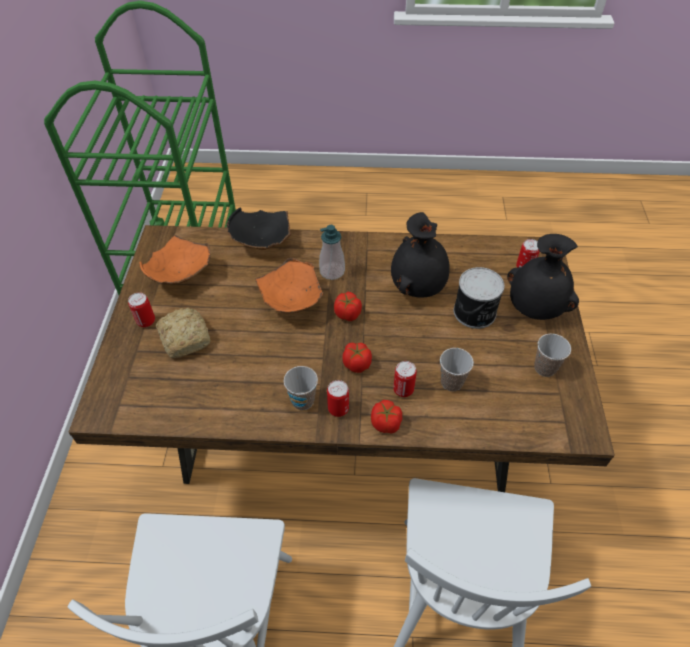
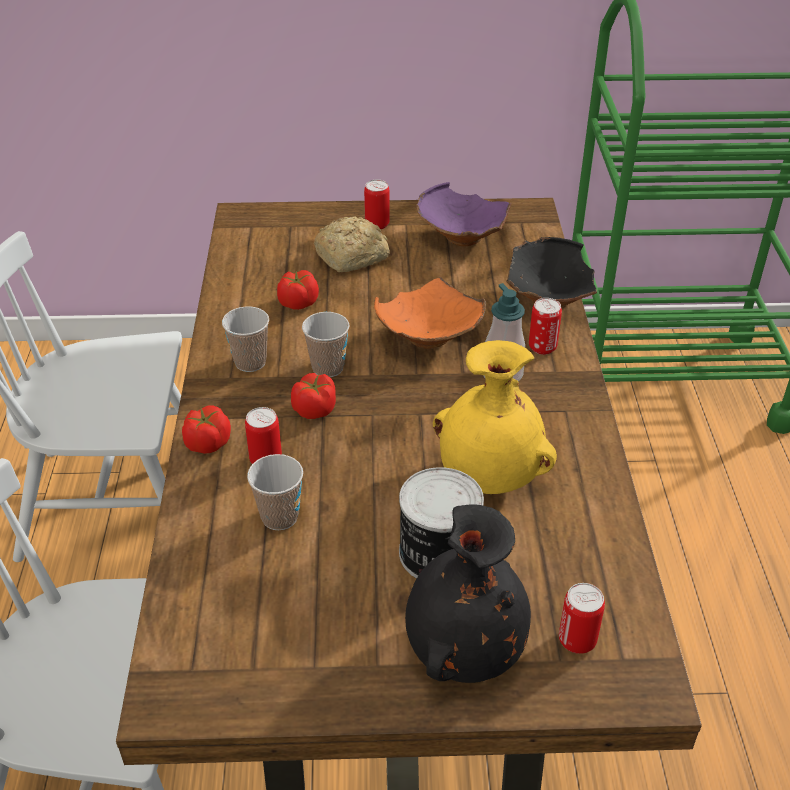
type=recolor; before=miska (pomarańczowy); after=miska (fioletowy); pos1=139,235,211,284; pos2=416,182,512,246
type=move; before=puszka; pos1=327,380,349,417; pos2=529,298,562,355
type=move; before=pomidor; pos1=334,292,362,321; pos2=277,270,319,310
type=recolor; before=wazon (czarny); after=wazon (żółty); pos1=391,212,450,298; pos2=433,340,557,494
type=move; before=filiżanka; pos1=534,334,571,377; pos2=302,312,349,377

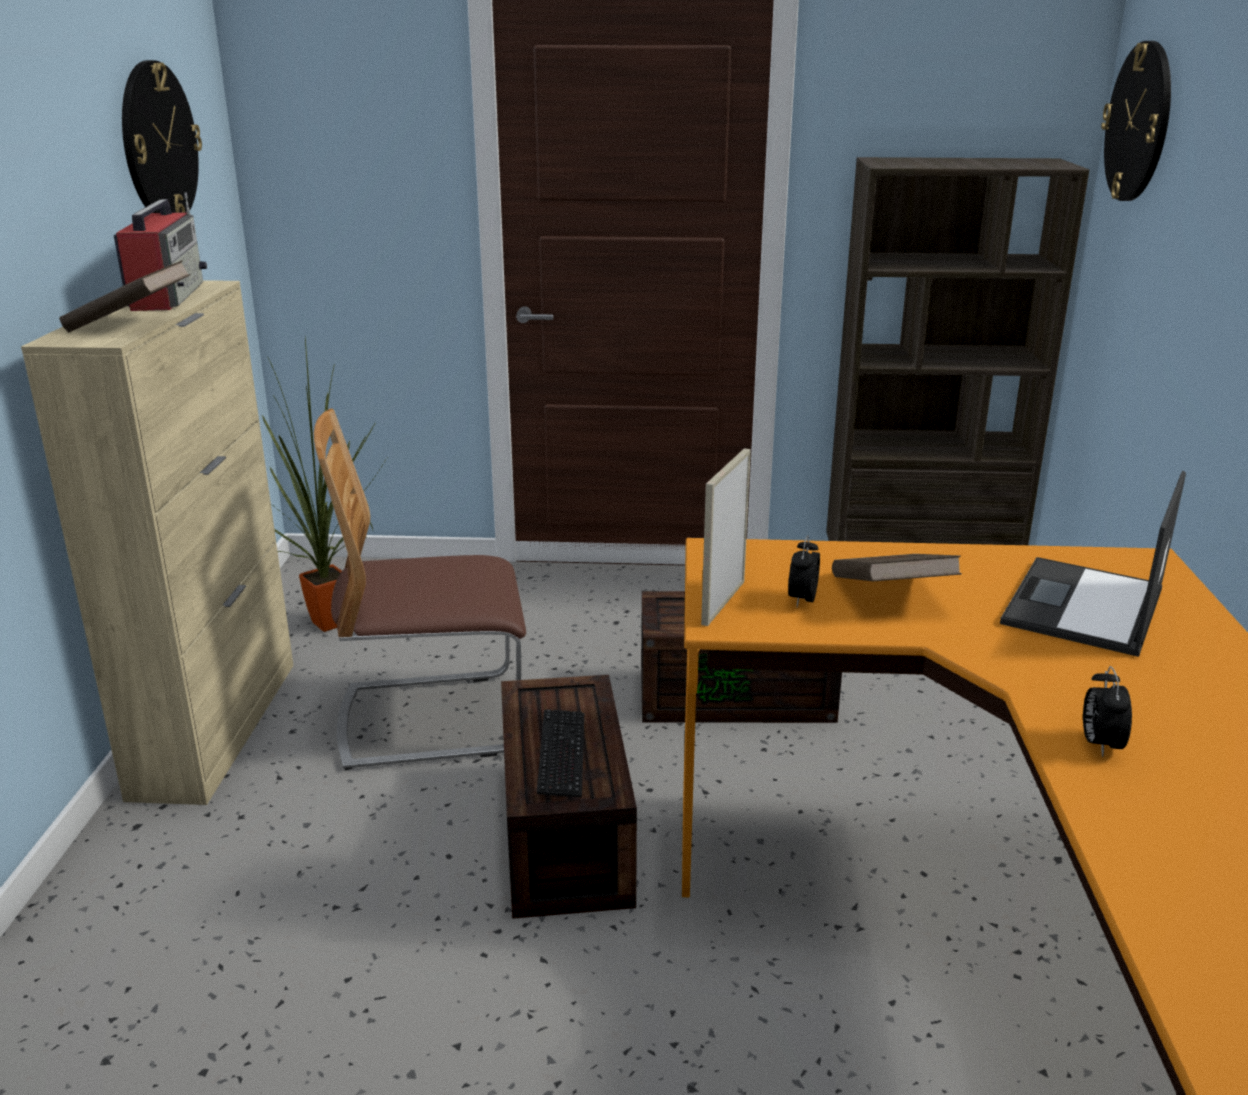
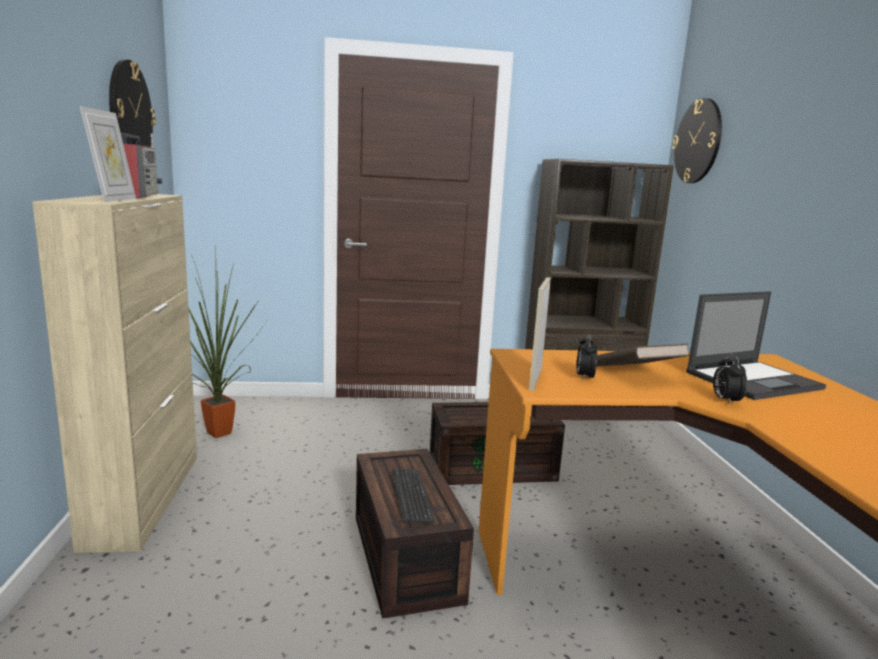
type=replace; before=książka (brązowy); after=ramka na zdjęcie; pos1=59,260,190,332; pos2=80,106,136,202
type=delete; before=krzesło; pos1=314,409,526,770
type=rotate; before=laptop; pos1=1000,471,1186,657; pos2=686,291,826,400; turn=-135
type=move; before=budzik; pos1=1083,666,1132,757; pos2=713,354,747,406

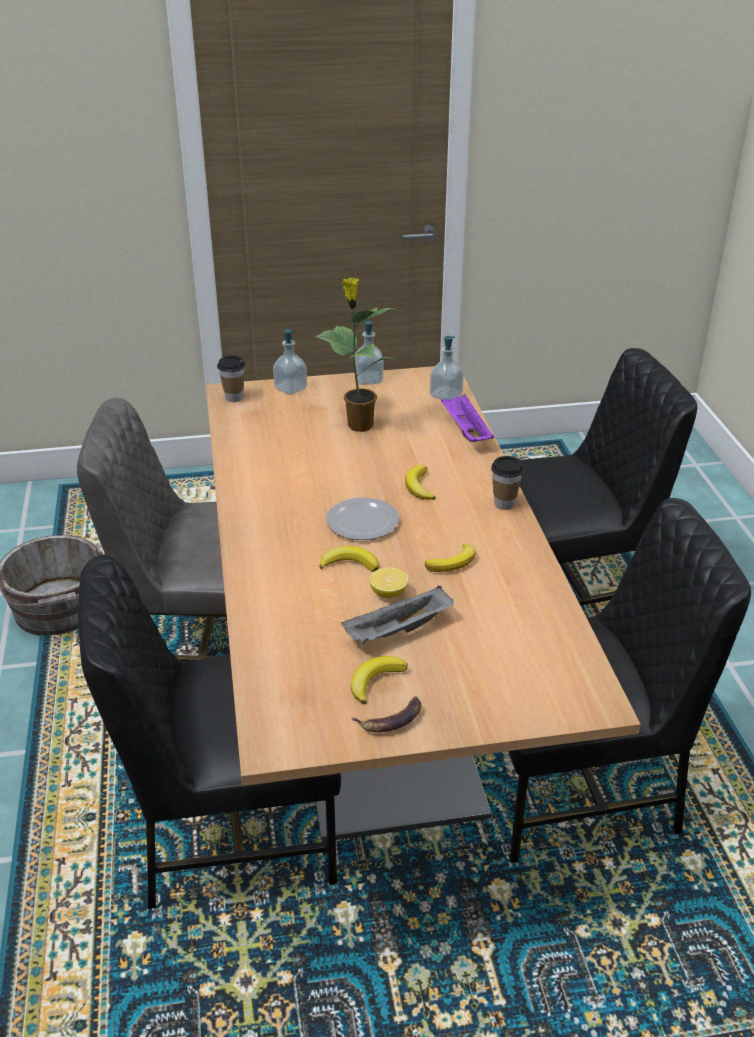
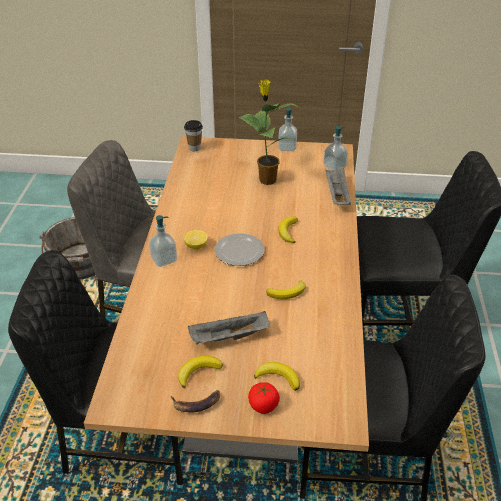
type=move; before=dozownik mydła; pos1=273,329,307,395; pos2=149,215,177,267
type=move; before=banan; pos1=320,546,379,572; pos2=254,362,300,391
type=move; before=cytryna; pos1=370,567,408,598; pos2=184,230,208,249
type=recolor; before=taca (fioletowy); after=taca (szary); pos1=441,394,494,442; pos2=326,169,351,205
type=delete; before=filiżanka; pos1=491,456,524,510
type=insert; after=pomidor; pos2=248,382,280,414

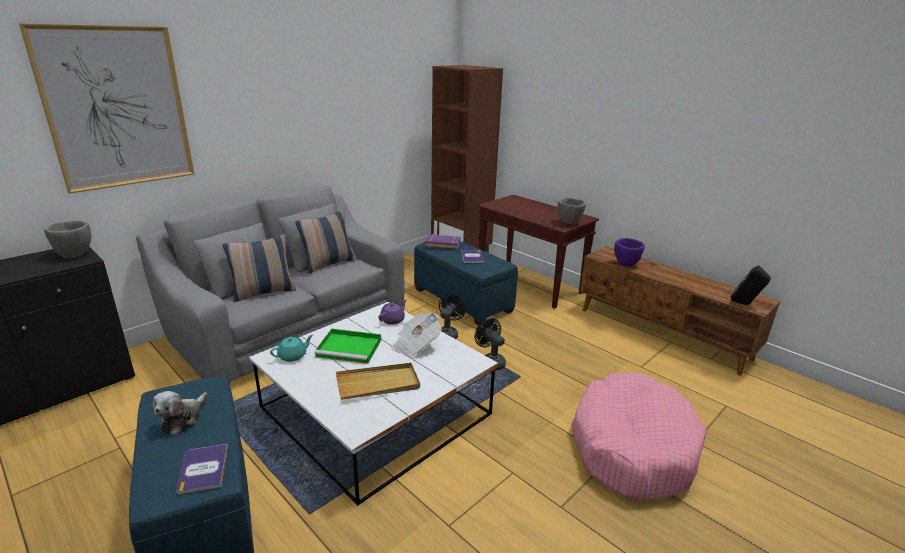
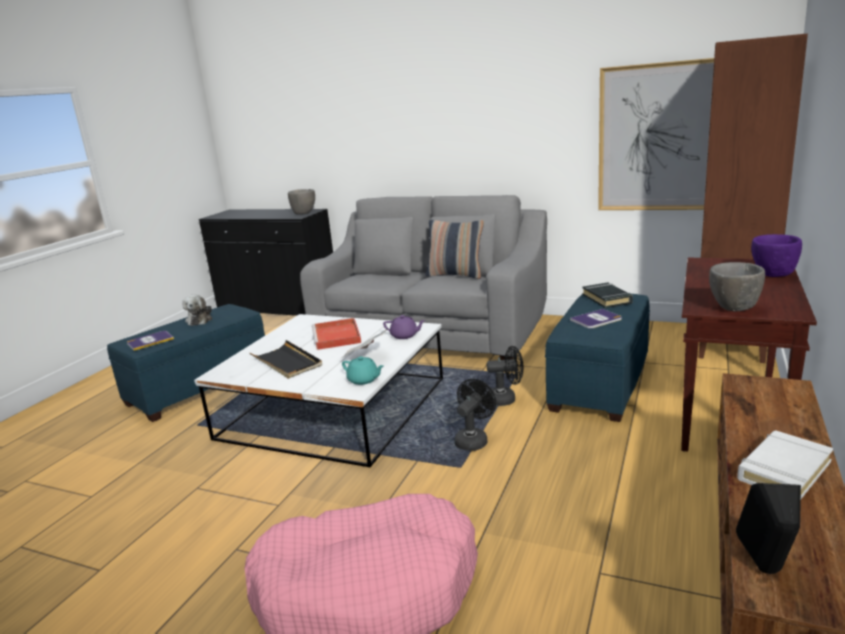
type=move; before=obraz; pos1=19,23,194,194; pos2=598,58,714,210
type=rotate; before=pluszak; pos1=153,391,208,435; pos2=182,295,212,326; turn=-90
type=delete; before=poduszka; pos1=223,235,296,302
type=move; before=imbryk (turkusowy); pos1=270,335,313,362; pos2=342,356,383,385
type=recolor; before=taca (zielony); after=taca (czerwony); pos1=314,329,381,364; pos2=312,318,361,350
type=recolor; before=taca (beżowy); after=taca (czarny); pos1=336,363,420,400; pos2=249,340,322,379
type=recolor; before=książka (fioletowy); after=książka (czarny); pos1=425,235,460,250; pos2=582,282,633,308
type=move; before=miska (fioletowy); pos1=614,238,645,267; pos2=751,234,802,277
type=insert; after=książka (biały); pos2=737,430,833,499

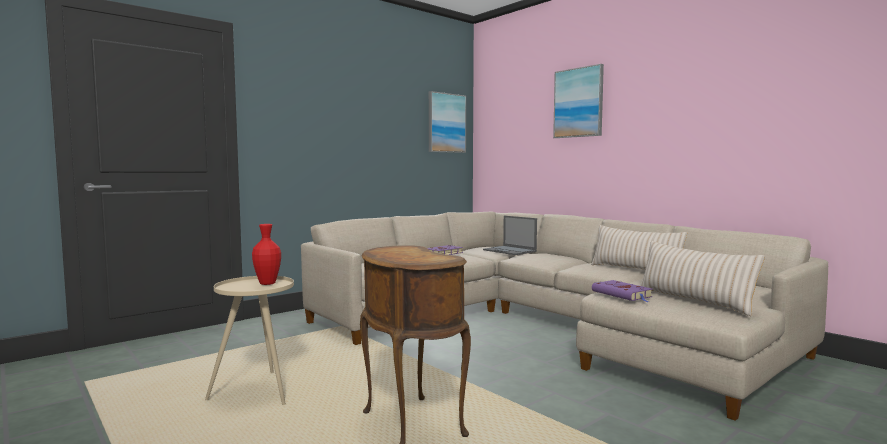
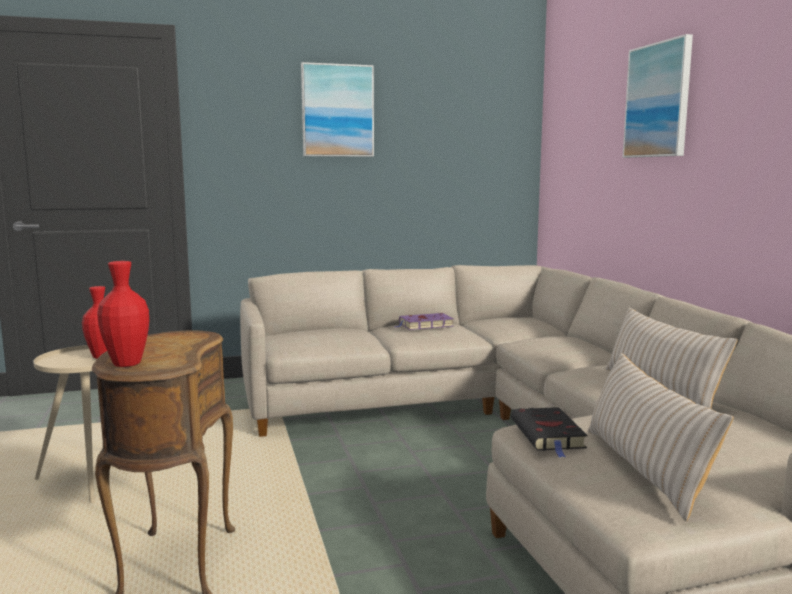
type=move; before=obraz; pos1=429,91,466,153; pos2=301,62,374,157
type=delete; before=laptop; pos1=483,216,537,255
type=recolor; before=książka (fioletowy); after=książka (czarny); pos1=592,280,653,302; pos2=511,407,588,458
type=insert; after=wazon (czerwony); pos2=97,261,149,367

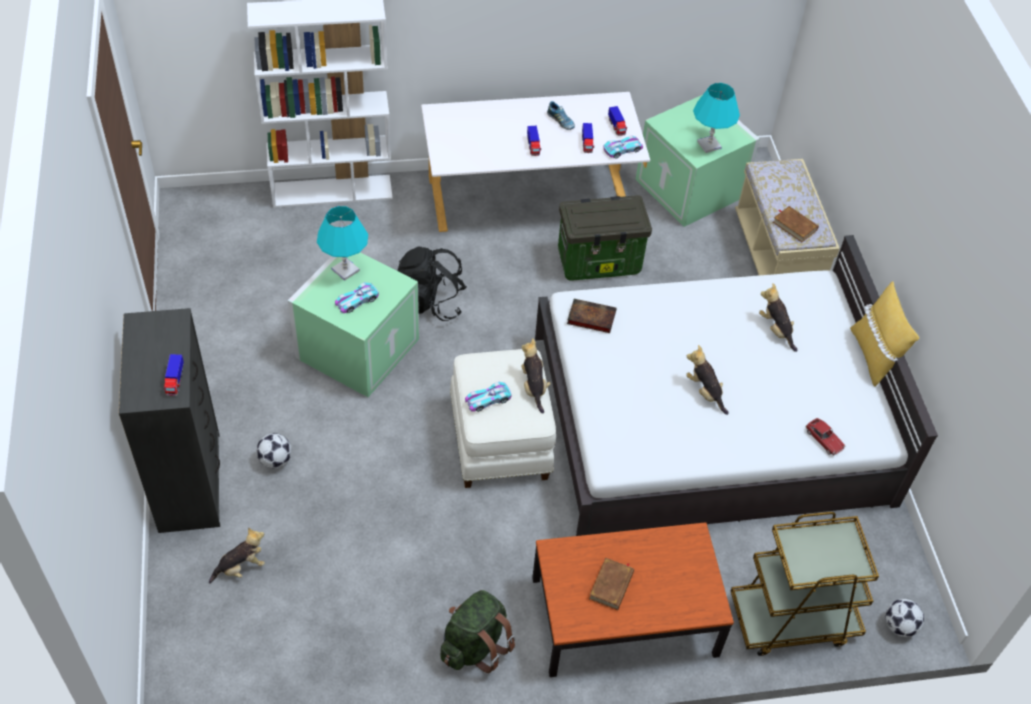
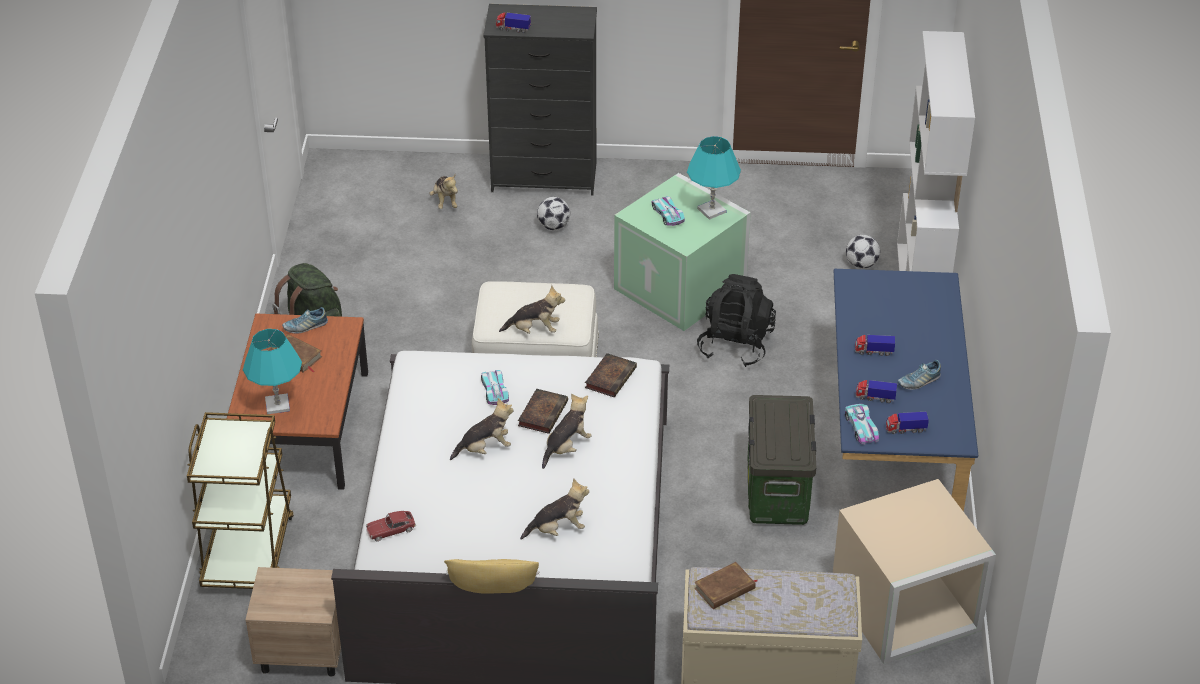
type=recolor; before=biurko (biały); after=biurko (niebieski); pos1=421,92,650,232; pos2=834,269,978,512
type=move; before=samochodzik; pos1=465,382,512,412; pos2=481,370,509,405
type=recolor; before=pojemnik do przechowywania (zielony); after=pojemnik do przechowywania (beżowy); pos1=636,95,760,227; pos2=833,479,996,664
type=move; before=lampa stołowa (turkusowy); pos1=693,83,740,153; pos2=243,329,302,414
type=move; before=piłka futbolowa; pos1=885,599,924,637; pos2=846,235,880,269
type=insert; after=szafka nocna (beżowy); pos2=245,567,341,677
type=insert; after=but; pos2=282,307,328,333
type=insert; after=książka; pos2=518,389,568,434
type=insert; after=pluszak; pos2=542,393,592,469

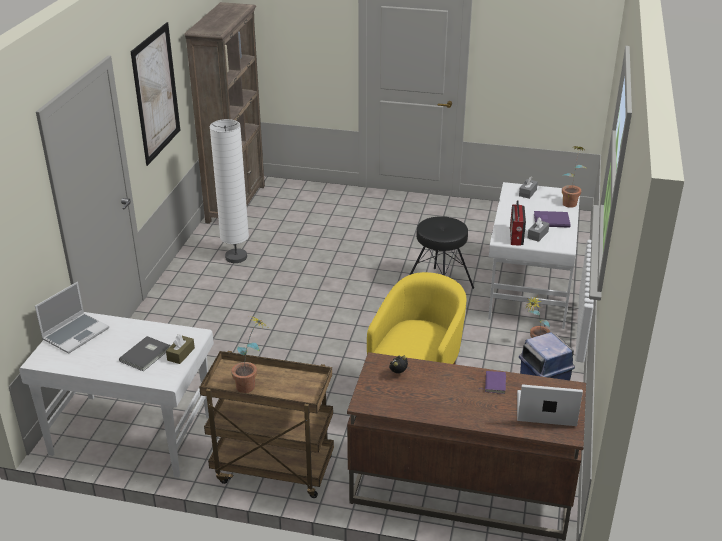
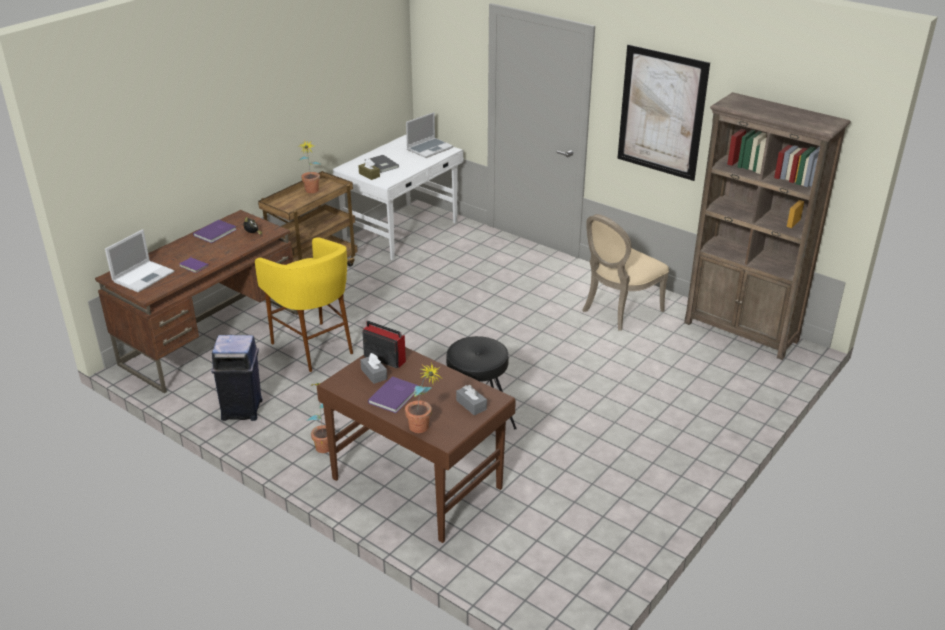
type=rotate; before=laptop; pos1=35,282,109,354; pos2=406,112,453,158; turn=-105
type=replace; before=lampa stojąca (biały); after=krzesło (beżowy); pos1=210,119,249,263; pos2=582,214,669,331
type=recolor; before=biurko (biały); after=biurko (brązowy); pos1=488,182,580,329; pos2=317,347,516,543
type=insert; after=książka (fioletowy); pos2=193,220,237,243

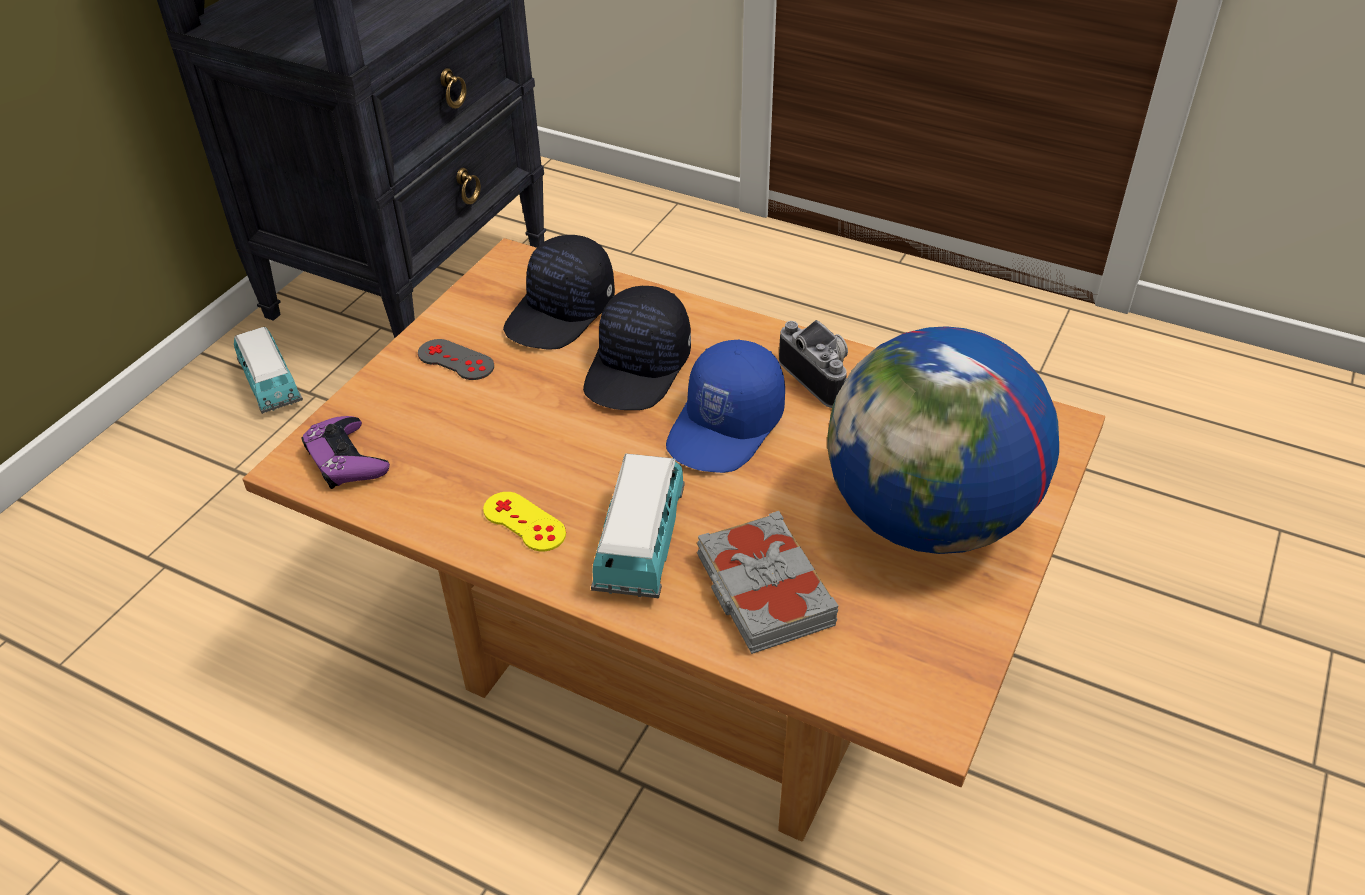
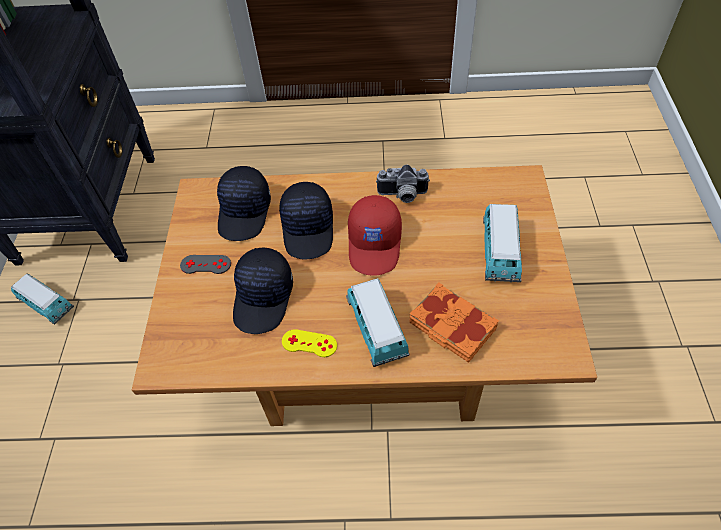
type=delete; before=pad do gier (fioletowy); pos1=302,416,390,489
type=recolor; before=czapka z daszkiem (niebieski); after=czapka z daszkiem (czerwony); pos1=666,339,785,473; pos2=348,195,402,275
type=recolor; before=książka (szary); after=książka (pomarańczowy); pos1=697,511,839,654; pos2=409,282,499,363
type=rotate; before=aparat fotograficzny; pos1=779,320,848,408; pos2=376,165,430,203; turn=150
type=replace; before=globus; after=samochodzik; pos1=827,326,1059,554; pos2=483,204,522,282
type=insert; after=czapka z daszkiem (czarny); pos2=233,247,293,334

